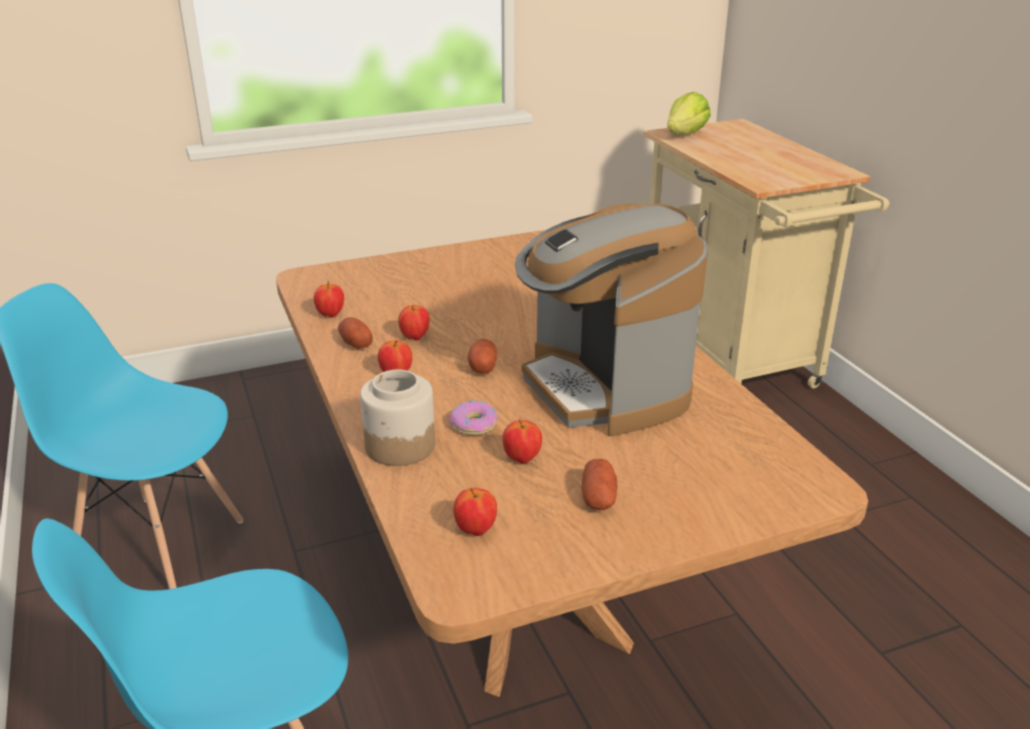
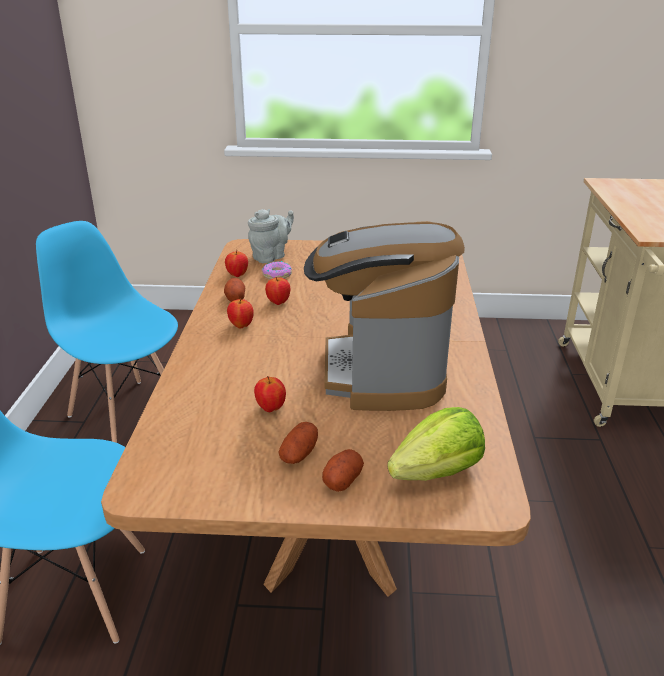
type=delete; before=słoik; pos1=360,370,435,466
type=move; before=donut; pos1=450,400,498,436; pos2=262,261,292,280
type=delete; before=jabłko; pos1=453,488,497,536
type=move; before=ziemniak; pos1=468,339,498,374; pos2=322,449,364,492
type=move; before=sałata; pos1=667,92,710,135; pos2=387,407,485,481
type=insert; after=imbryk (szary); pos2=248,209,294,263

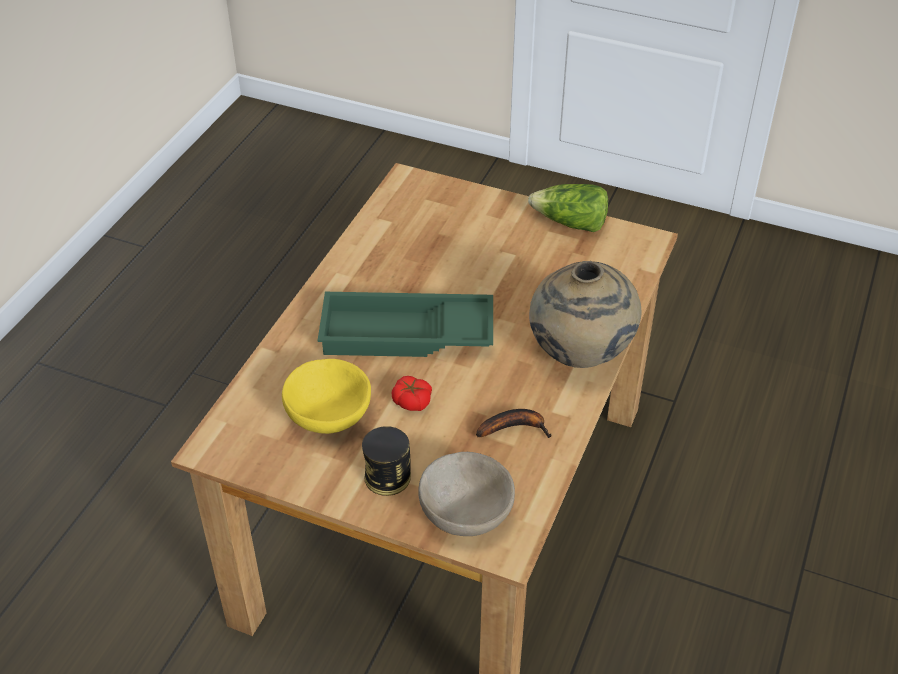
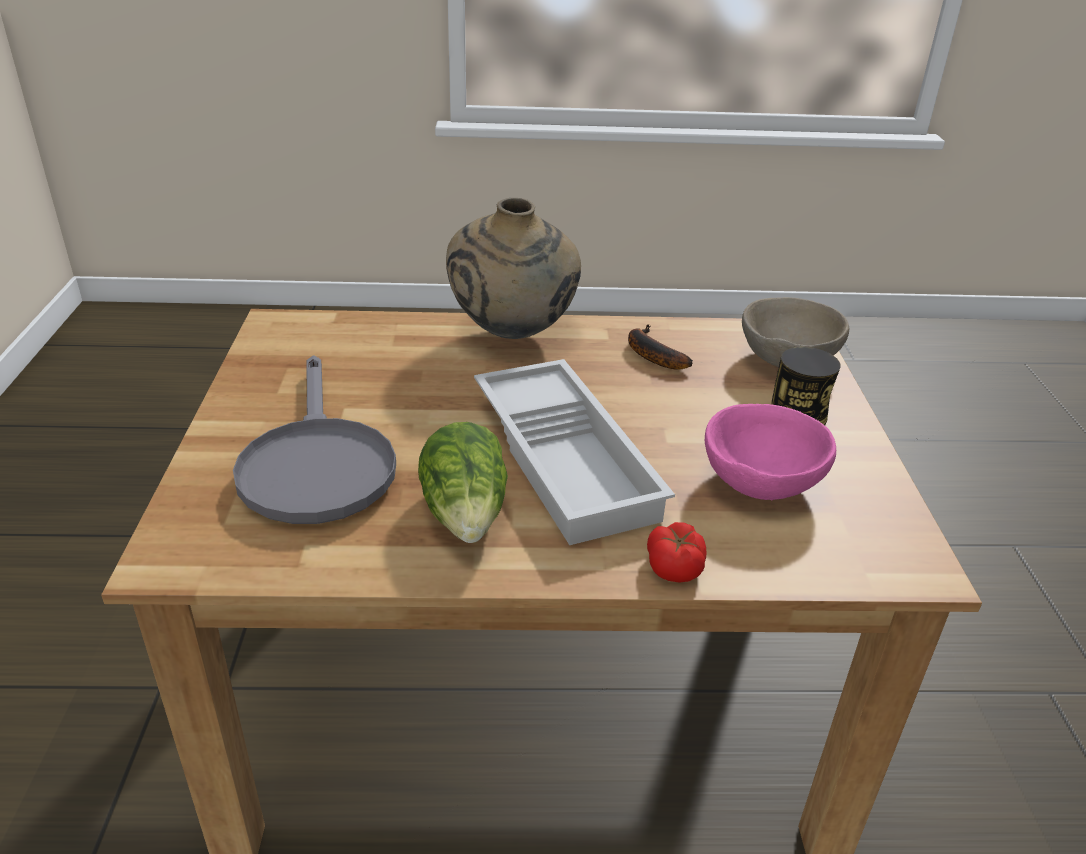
type=recolor; before=miska (żółty); after=miska (różowy); pos1=282,359,371,434; pos2=705,404,836,501
type=recolor; before=taca (zielony); after=taca (biały); pos1=318,292,493,357; pos2=474,359,675,545
type=move; before=pomidor; pos1=391,376,432,411; pos2=647,522,706,583
type=move; before=sałata; pos1=528,184,608,232; pos2=418,422,508,543
type=insert; after=patelnia (szary); pos2=233,355,396,524

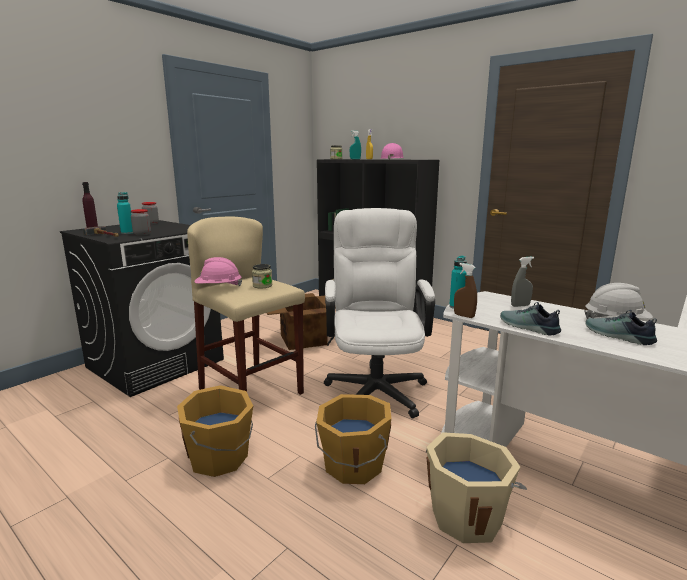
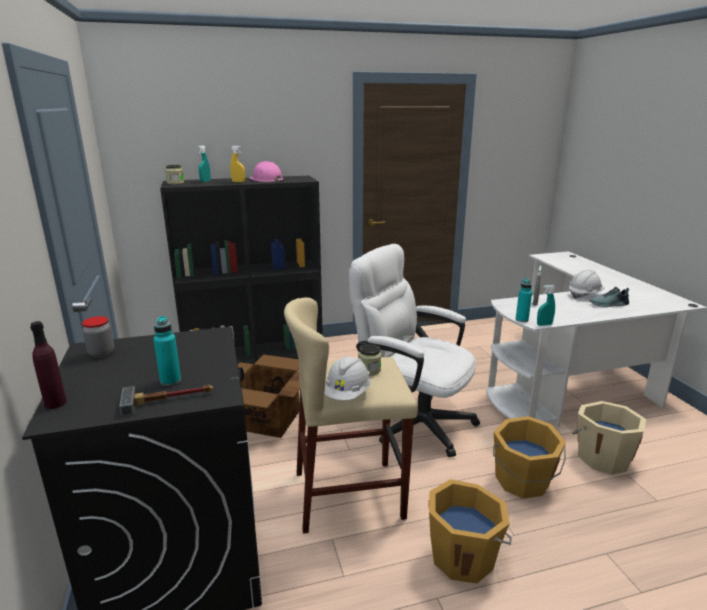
type=delete; before=słoik; pos1=131,209,151,235
type=recolor; before=kask (różowy); after=kask (biały); pos1=194,257,242,287; pos2=324,356,371,400
type=recolor; before=spryskiwacz (brązowy); after=spryskiwacz (turkusowy); pos1=454,263,477,318; pos2=537,285,555,326
type=delete; before=but; pos1=500,302,561,336

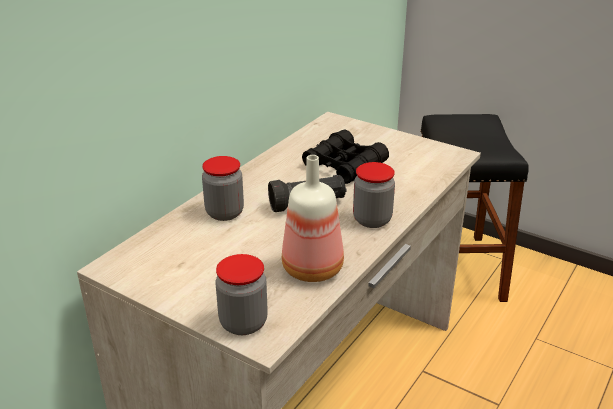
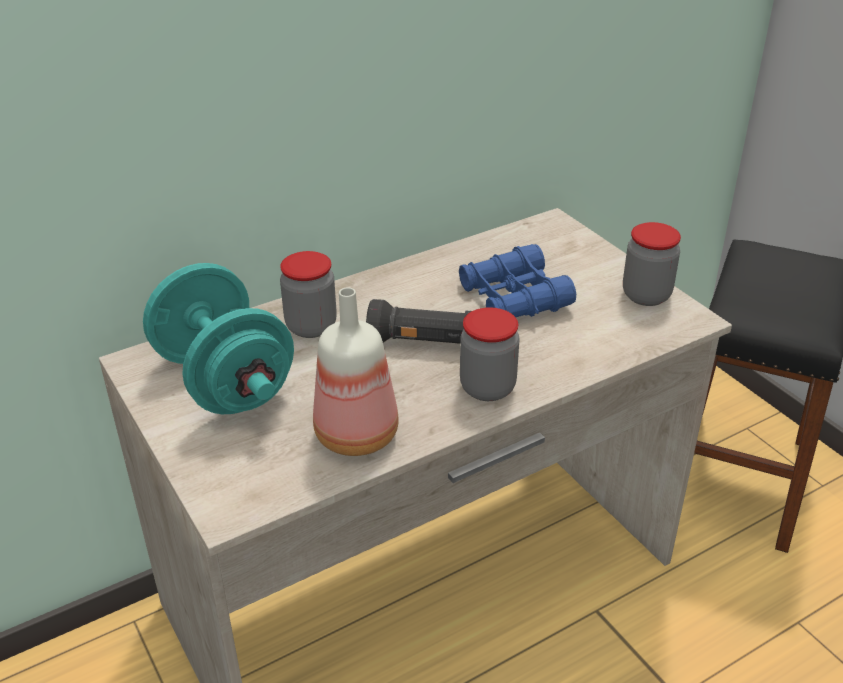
type=move; before=słoik; pos1=215,254,268,335; pos2=623,222,681,306
type=recolor; before=lornetka (czarny); after=lornetka (niebieski); pos1=302,129,389,184; pos2=459,244,576,317
type=insert; after=hantel (turkusowy); pos2=143,263,294,414

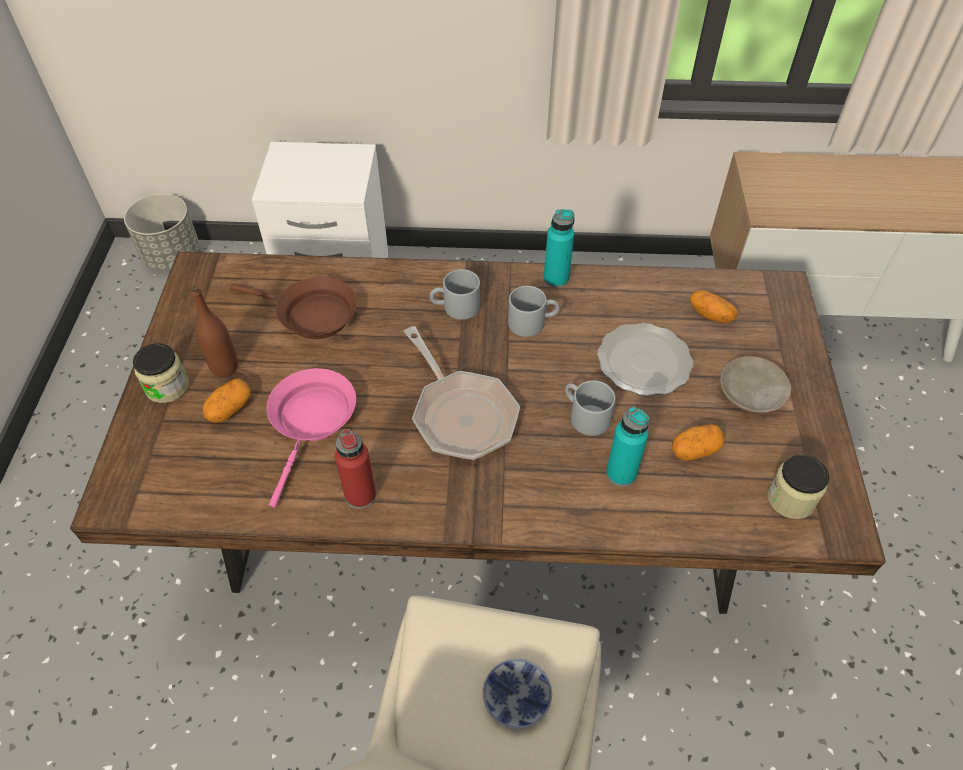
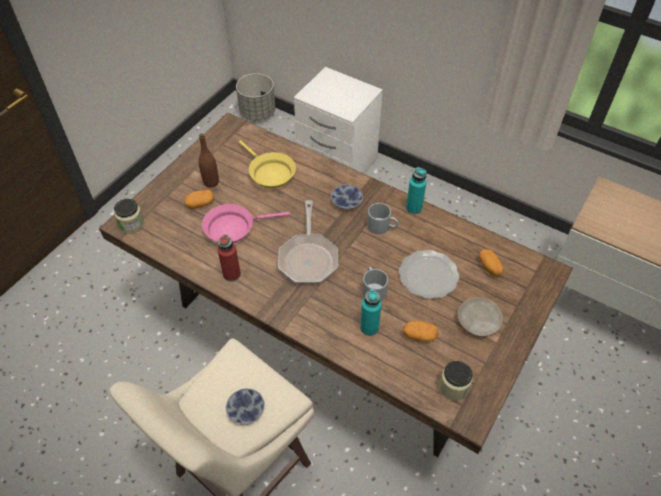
type=move; before=słoik; pos1=133,343,189,403; pos2=114,199,144,234
type=recolor; before=patelnia (brązowy); after=patelnia (żółty); pos1=230,277,357,339; pos2=239,140,296,189
type=rotate; before=patelnia (różowy); pos1=267,368,356,508; pos2=202,204,290,243; turn=-150
type=replace; before=kubek (szary); after=miska; pos1=430,269,480,320; pos2=331,184,363,209

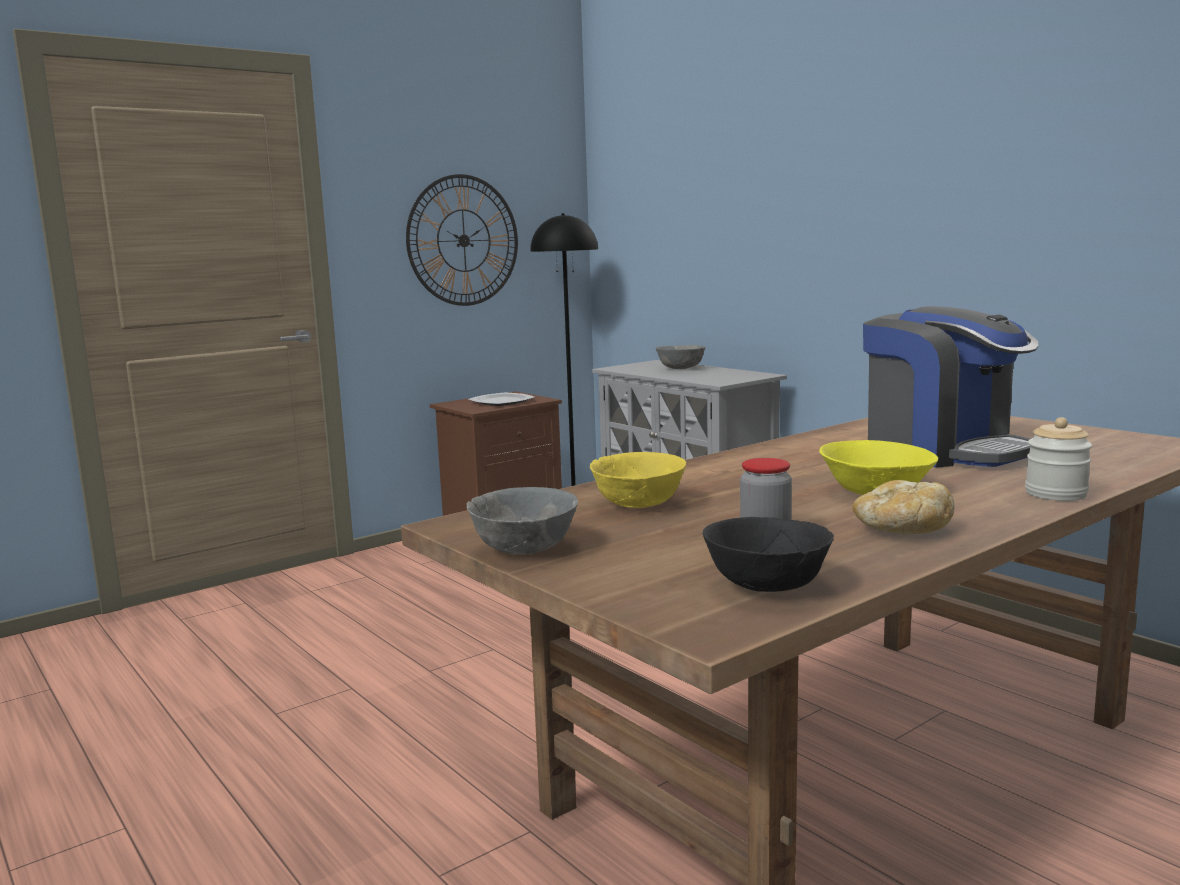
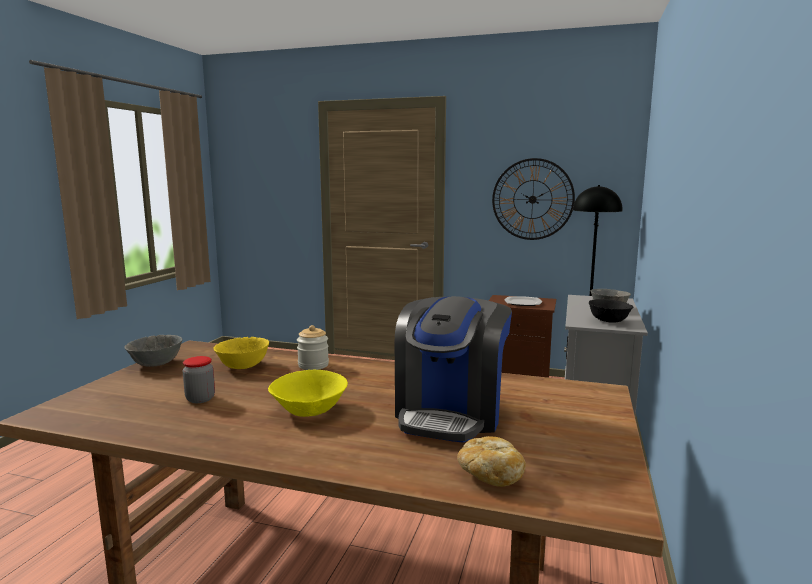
type=move; before=miska (czarny); pos1=703,517,834,592; pos2=589,299,633,323
type=move; before=chleb; pos1=852,480,955,534; pos2=457,436,526,487
type=move; before=słoik; pos1=1025,417,1092,501; pos2=297,325,329,370

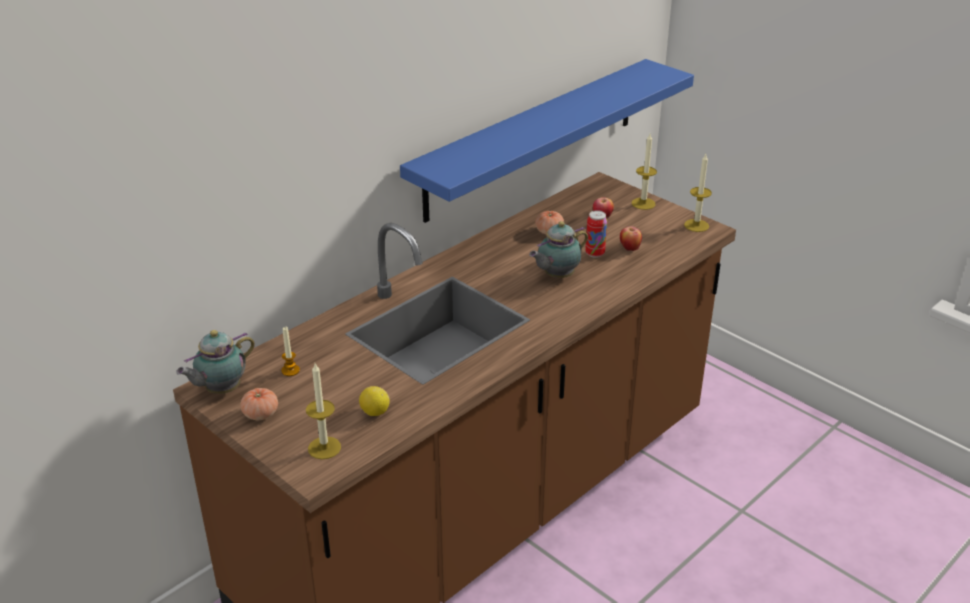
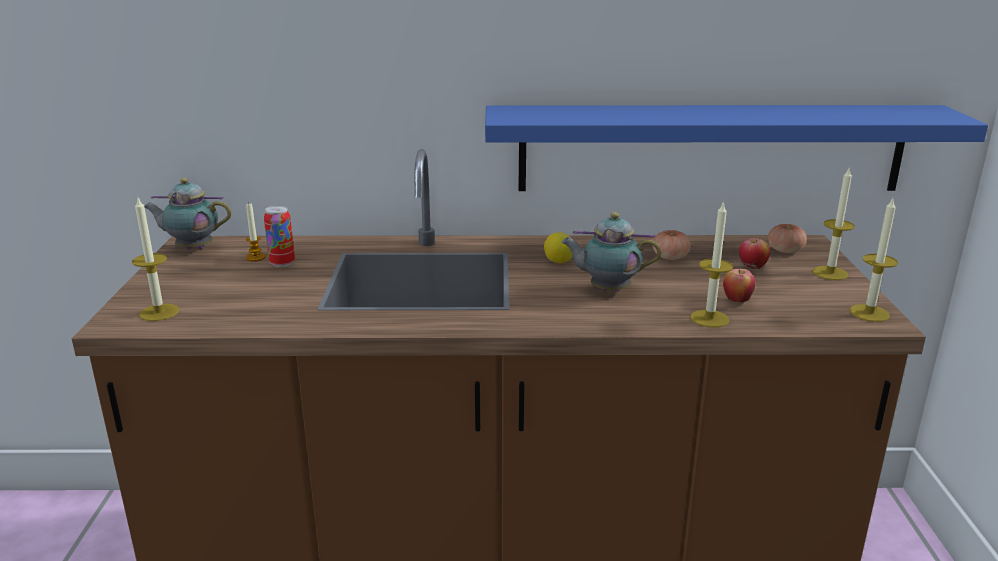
type=move; before=pomidor; pos1=240,388,278,420; pos2=768,224,807,253
type=move; before=cytryna; pos1=359,386,390,416; pos2=544,232,573,264
type=move; before=puszka; pos1=585,210,607,258; pos2=264,205,295,267
type=insert; after=świeca; pos2=690,201,733,328

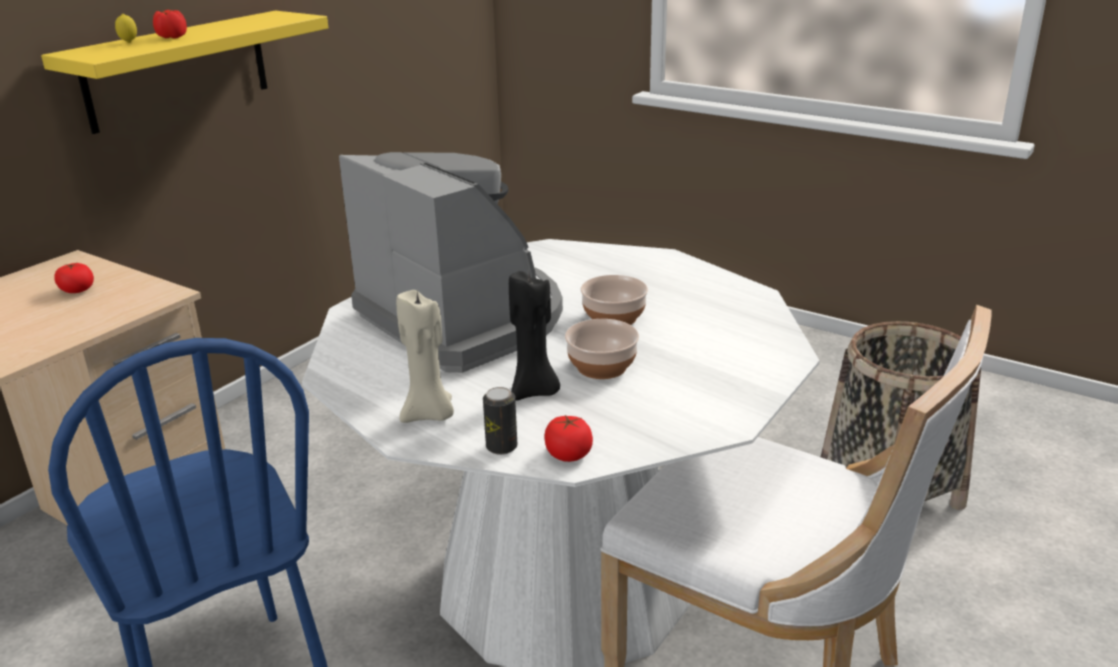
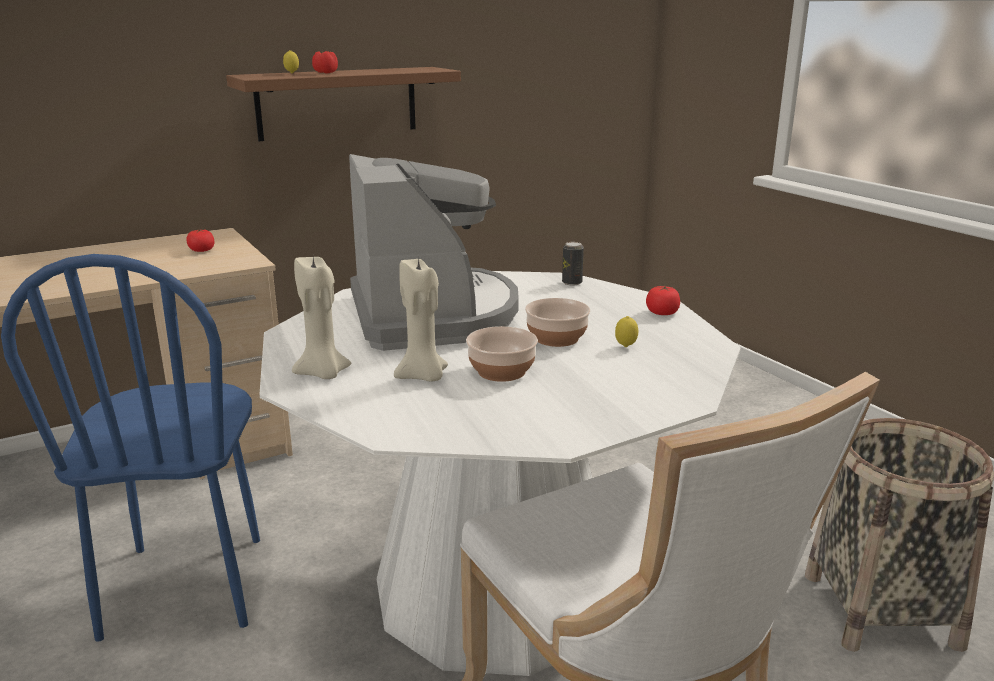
type=recolor; before=półka (żółty); after=półka (brązowy); pos1=41,10,328,134; pos2=226,67,461,141
type=move; before=puszka; pos1=483,387,517,455; pos2=562,242,584,285
type=recolor; before=świeca (czarny); after=świeca (beżowy); pos1=509,271,560,401; pos2=394,256,448,382
type=move; before=pomidor; pos1=544,415,593,462; pos2=646,286,680,315
type=insert; after=cytryna; pos2=615,316,638,347

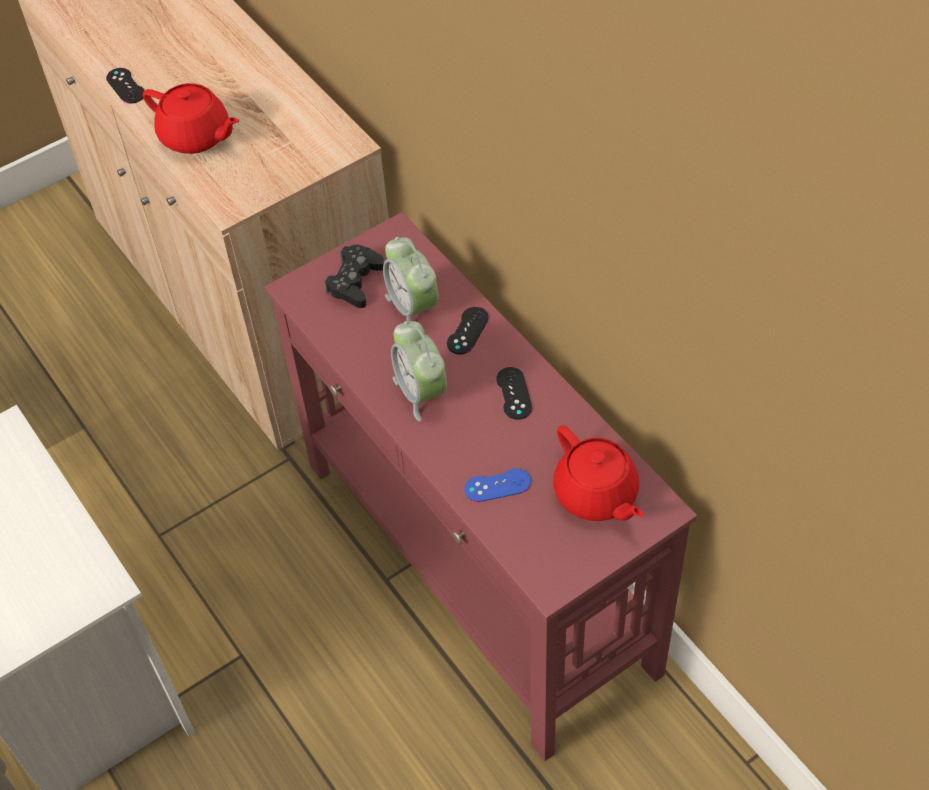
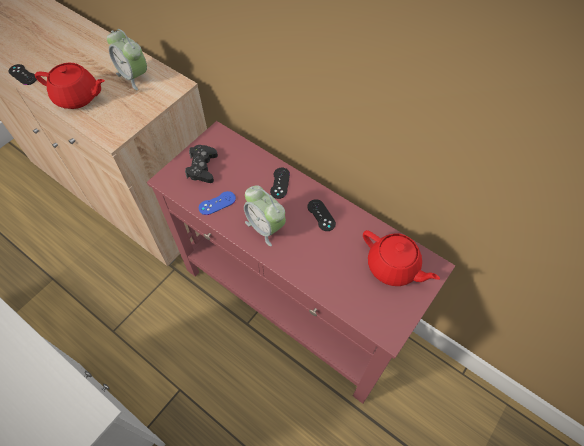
type=move; before=budzik; pos1=383,237,438,322; pos2=107,29,147,90
type=move; before=pad do gier (niebieski); pos1=464,468,531,502; pos2=199,191,236,215

